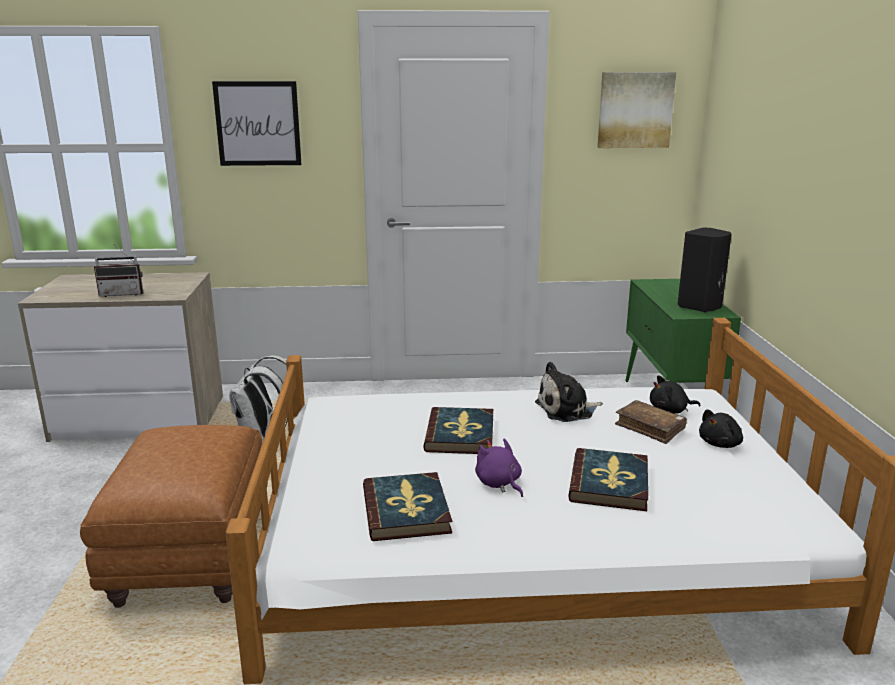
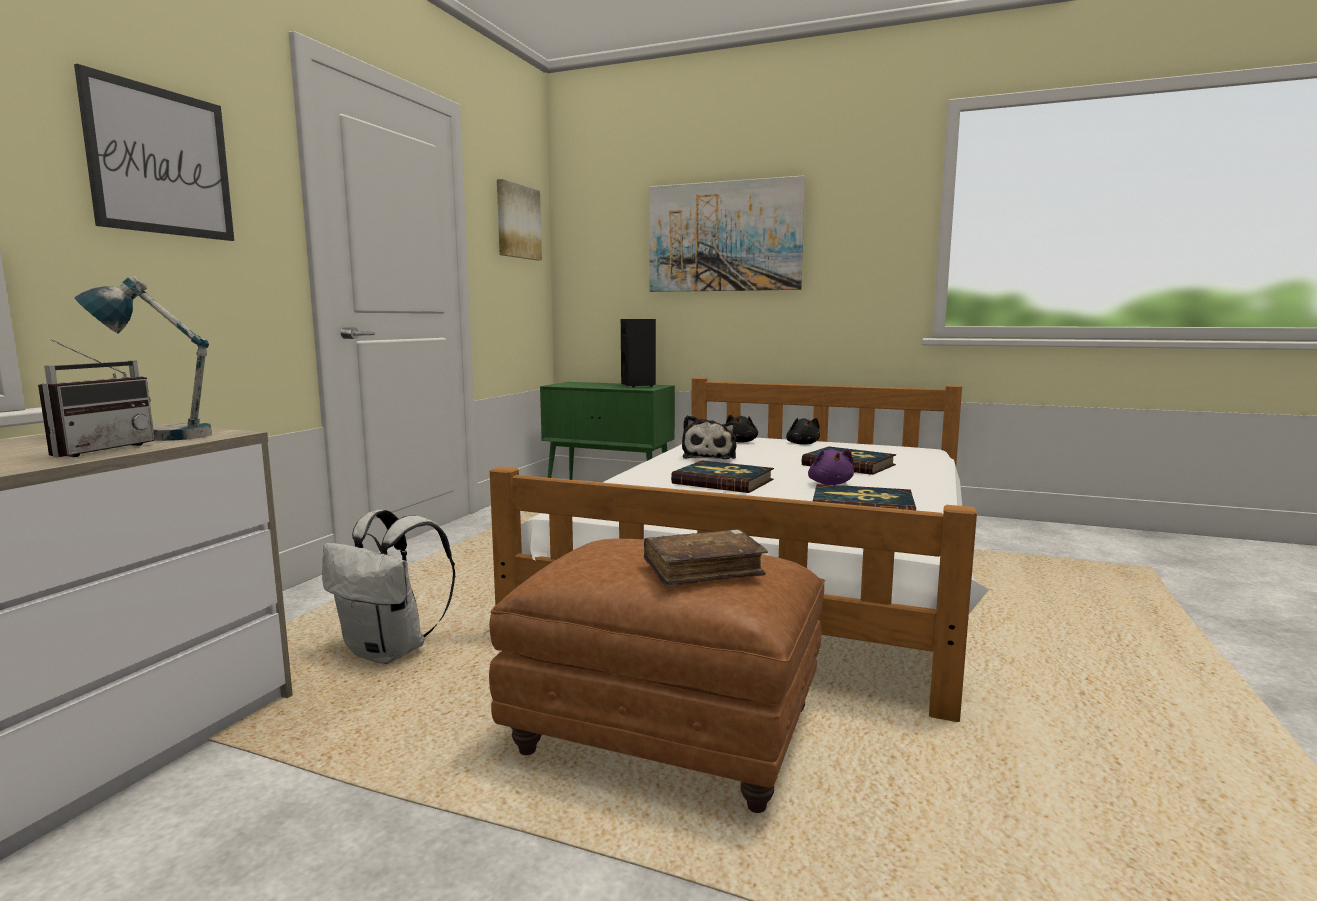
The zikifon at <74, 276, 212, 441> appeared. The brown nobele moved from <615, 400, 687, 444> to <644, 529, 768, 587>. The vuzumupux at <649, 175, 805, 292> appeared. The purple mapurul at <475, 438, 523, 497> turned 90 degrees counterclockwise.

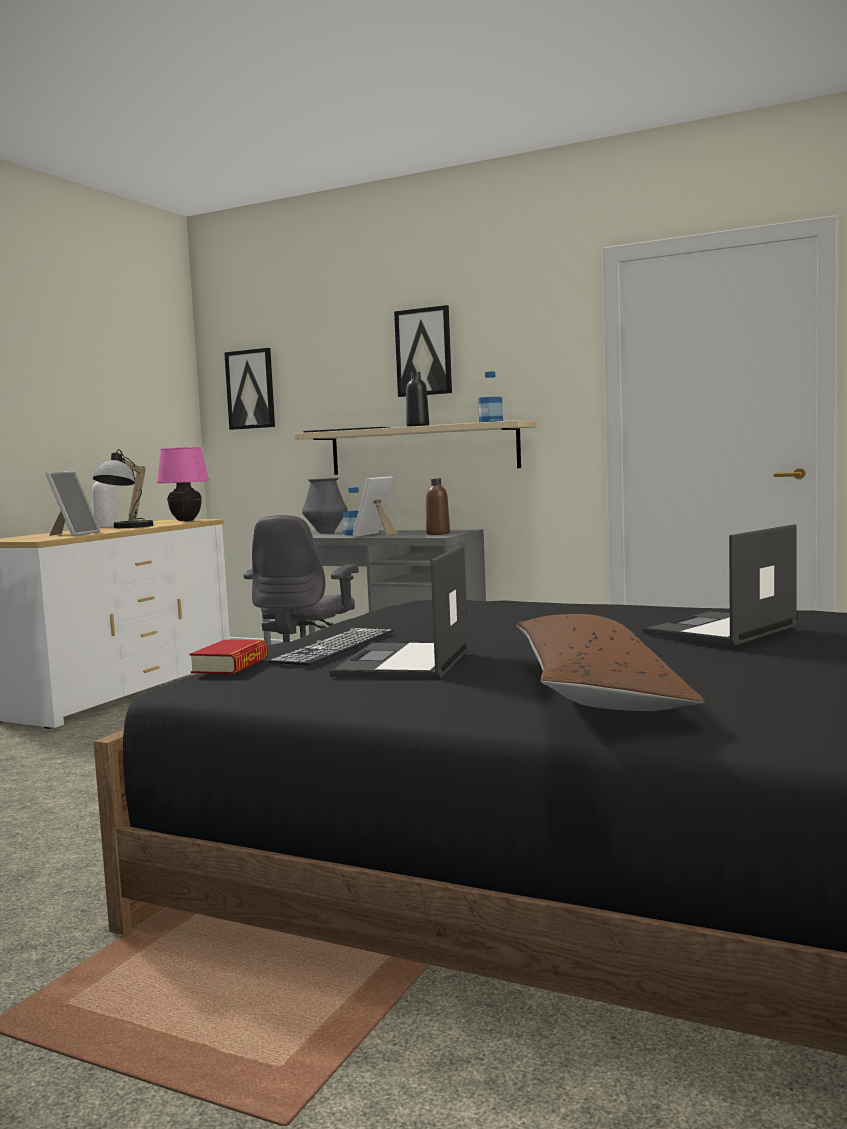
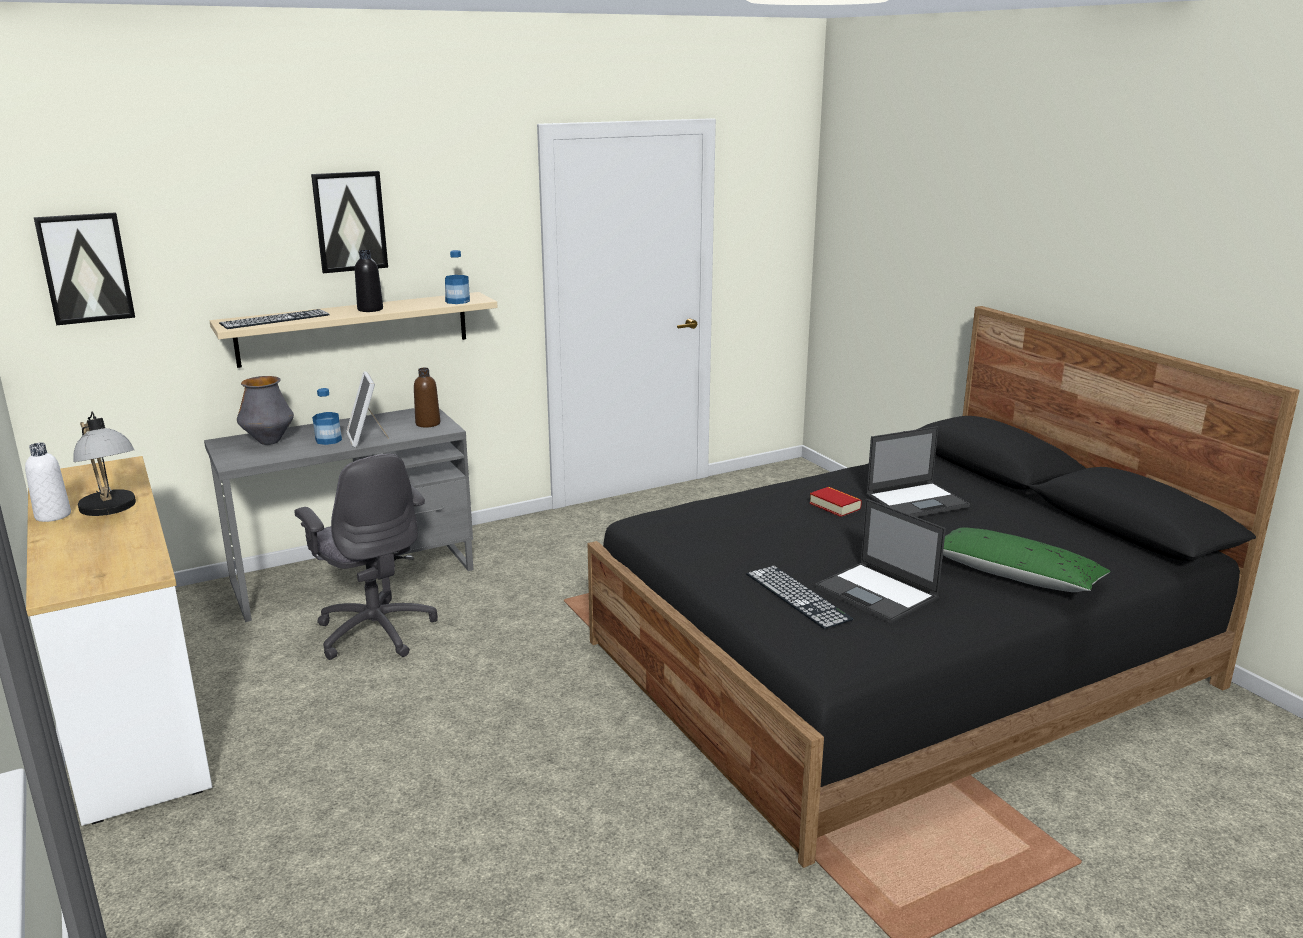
The nobele moved from <190, 640, 268, 674> to <809, 487, 862, 517>. The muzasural at <642, 524, 798, 645> turned 105 degrees counterclockwise. The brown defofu at <516, 614, 705, 711> became the green defofu at <943, 527, 1111, 592>. The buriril at <46, 471, 100, 536> disappeared. The pink zikifon at <157, 447, 209, 521> disappeared.

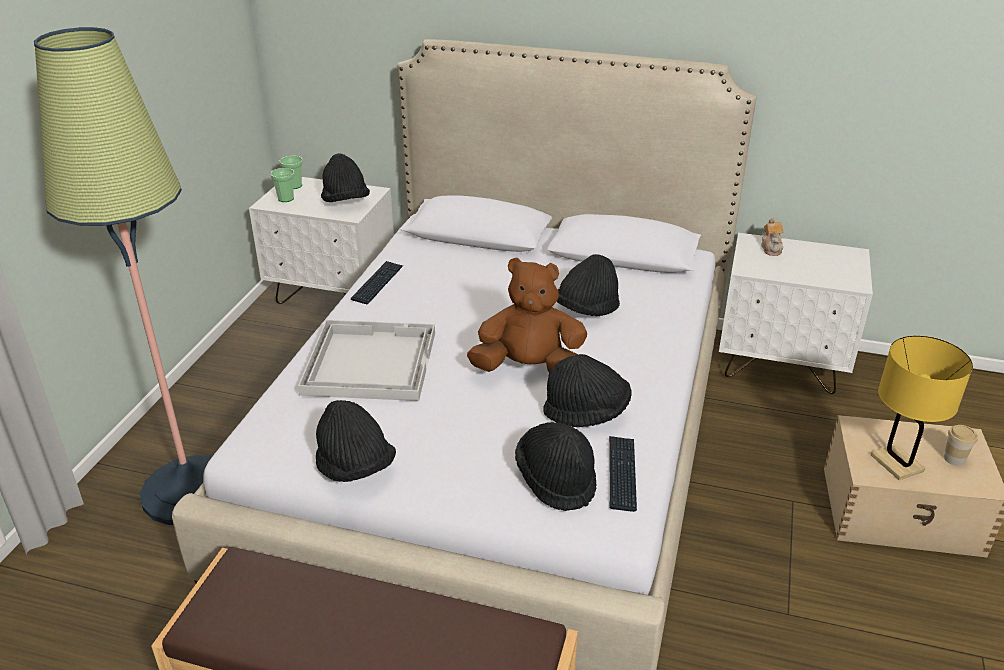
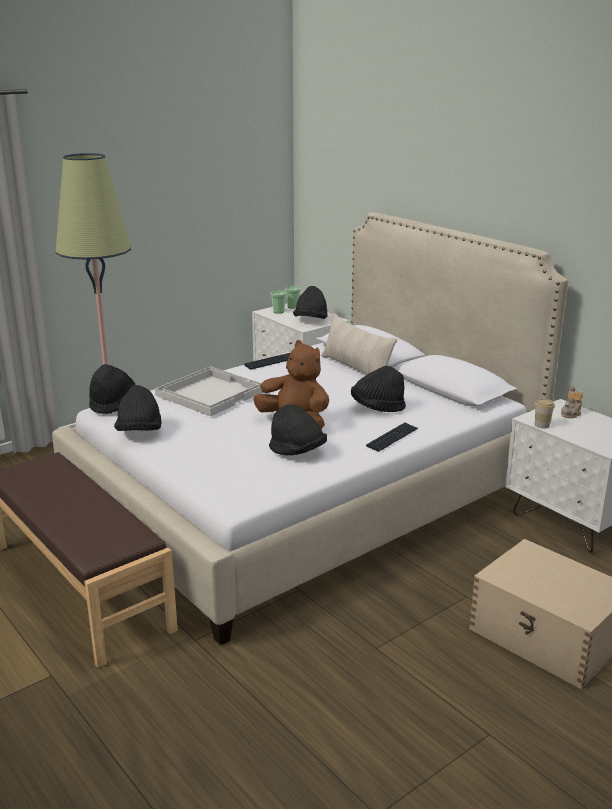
The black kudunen moved from <515, 422, 596, 511> to <89, 364, 135, 414>. The beige defofu at <321, 313, 397, 375> appeared. The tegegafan moved from <609, 436, 637, 512> to <366, 422, 418, 452>. The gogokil moved from <944, 425, 978, 466> to <535, 399, 555, 429>. The yellow zikifon at <871, 336, 973, 480> disappeared.

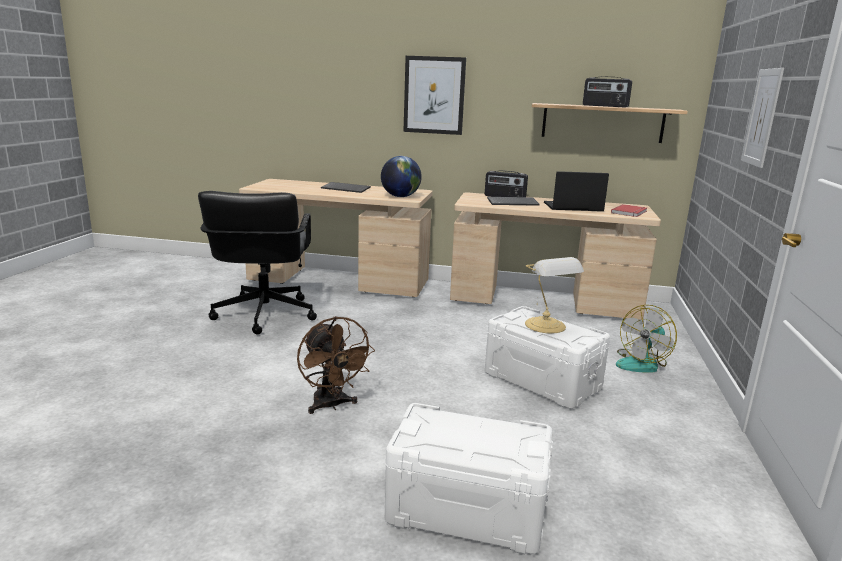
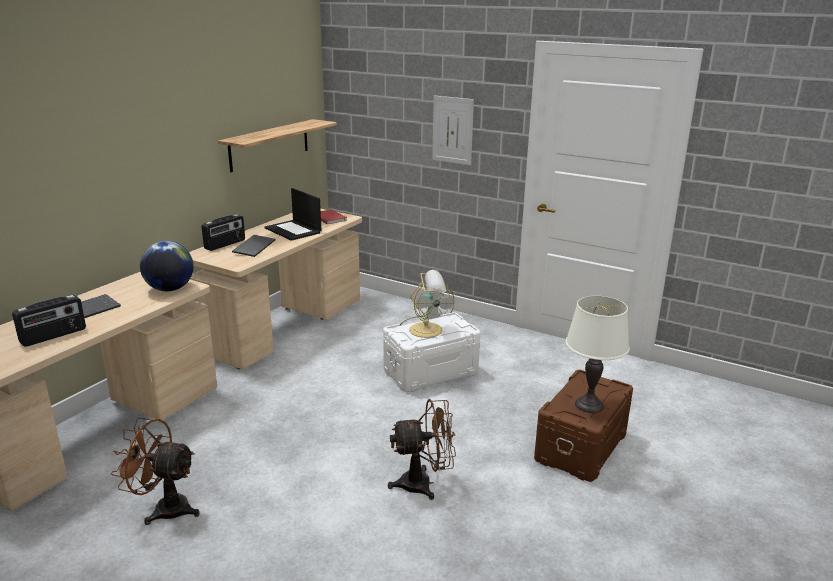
The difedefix moved from <583, 76, 632, 107> to <12, 295, 86, 347>. The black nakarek at <198, 191, 317, 334> was replaced by the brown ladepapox at <111, 418, 200, 525>. The muzasural at <544, 171, 609, 211> turned 60 degrees counterclockwise. The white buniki at <385, 403, 553, 554> became the brown buniki at <534, 370, 633, 482>. The white zikifon at <565, 296, 630, 413> appeared. The vuzumupux at <403, 56, 466, 135> disappeared.

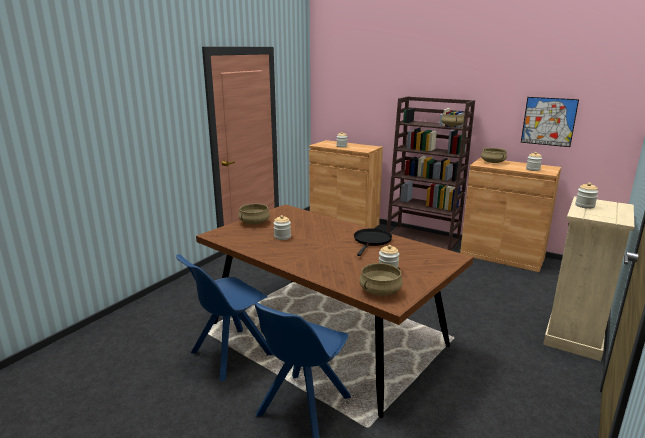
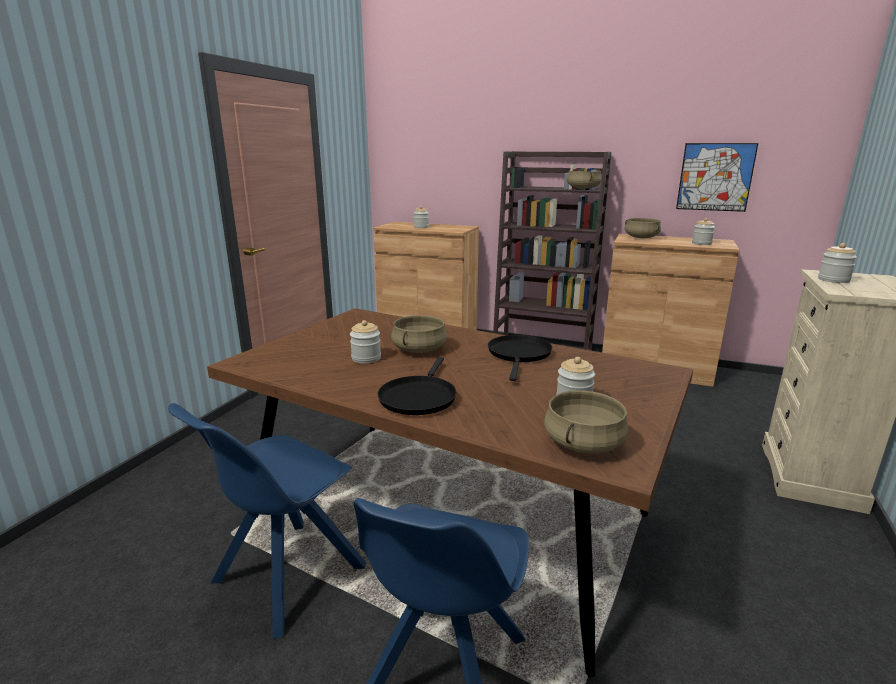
The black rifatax at <378, 357, 456, 415> appeared. The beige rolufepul moved from <238, 203, 270, 225> to <391, 315, 447, 353>.

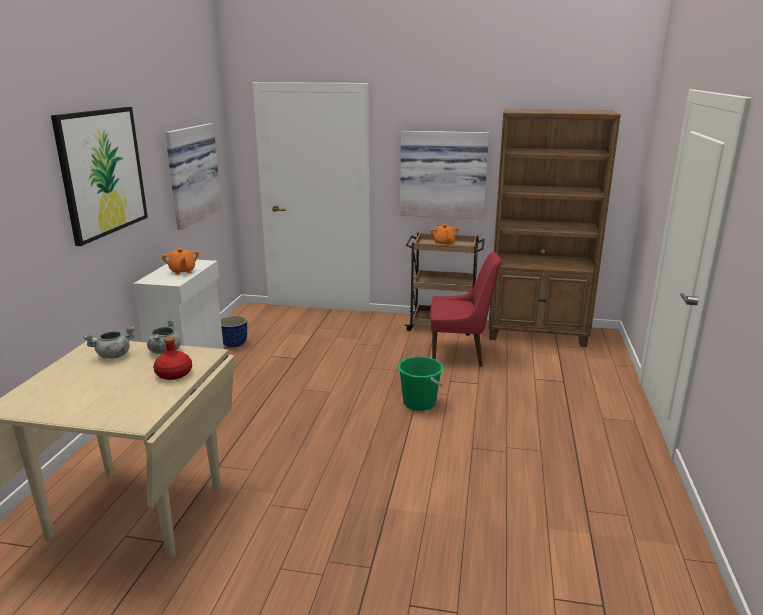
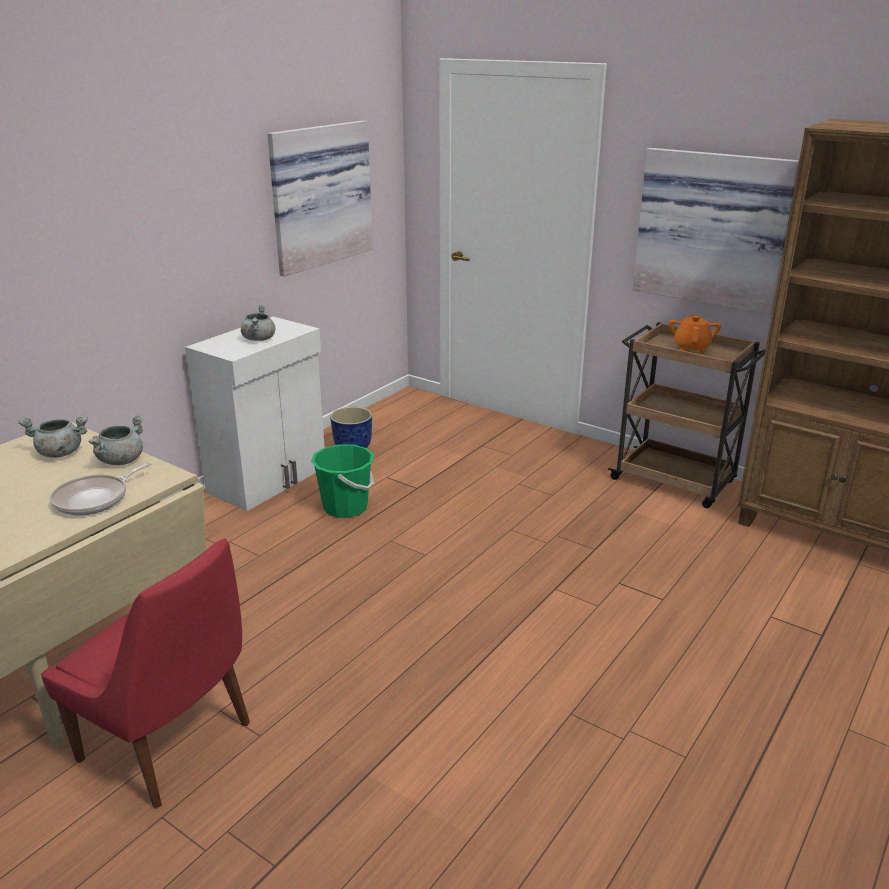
The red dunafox moved from <430, 251, 501, 367> to <41, 538, 250, 809>. The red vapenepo at <153, 337, 192, 380> was replaced by the rifatax at <50, 463, 151, 515>. The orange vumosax at <162, 248, 199, 275> was replaced by the grey rolufepul at <241, 305, 275, 341>. The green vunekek moved from <398, 357, 443, 411> to <311, 444, 374, 518>. The vuzumupux at <51, 107, 148, 246> disappeared.

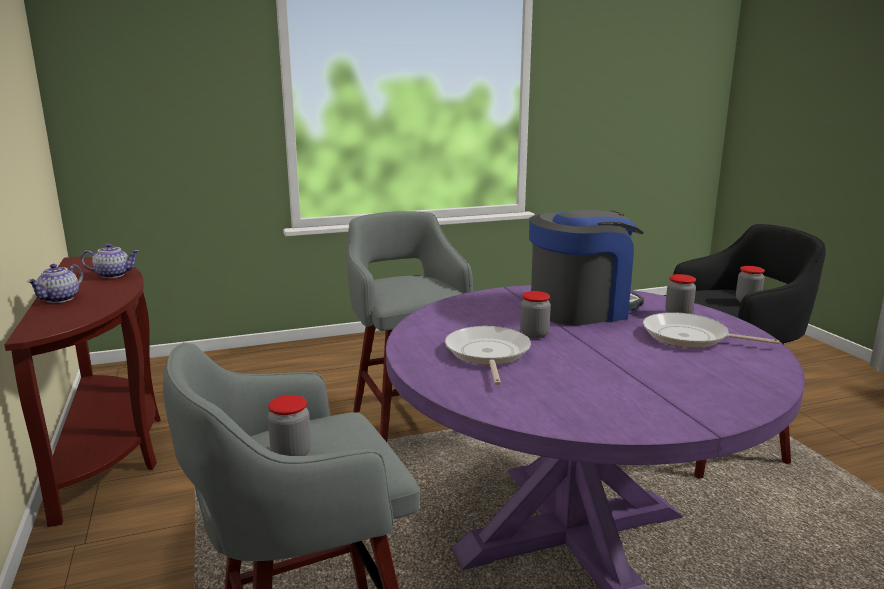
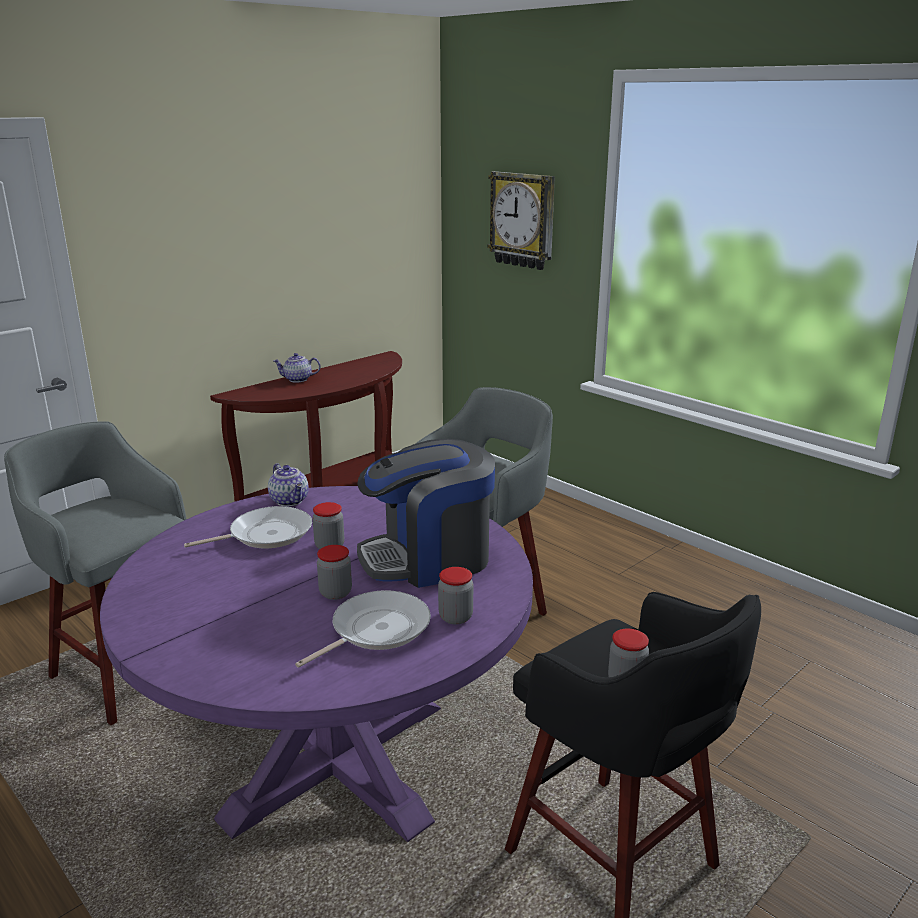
The vumosax moved from <81, 243, 139, 278> to <268, 463, 308, 507>. The rifatax at <643, 312, 780, 348> turned 45 degrees clockwise. The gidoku moved from <268, 395, 311, 456> to <317, 545, 352, 600>. The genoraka at <529, 210, 644, 325> turned 120 degrees clockwise. The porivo at <488, 171, 555, 270> appeared.

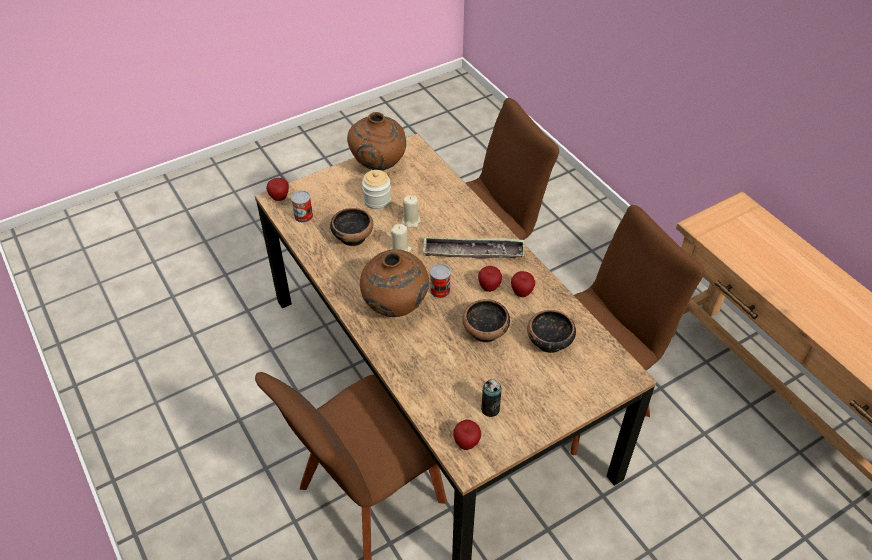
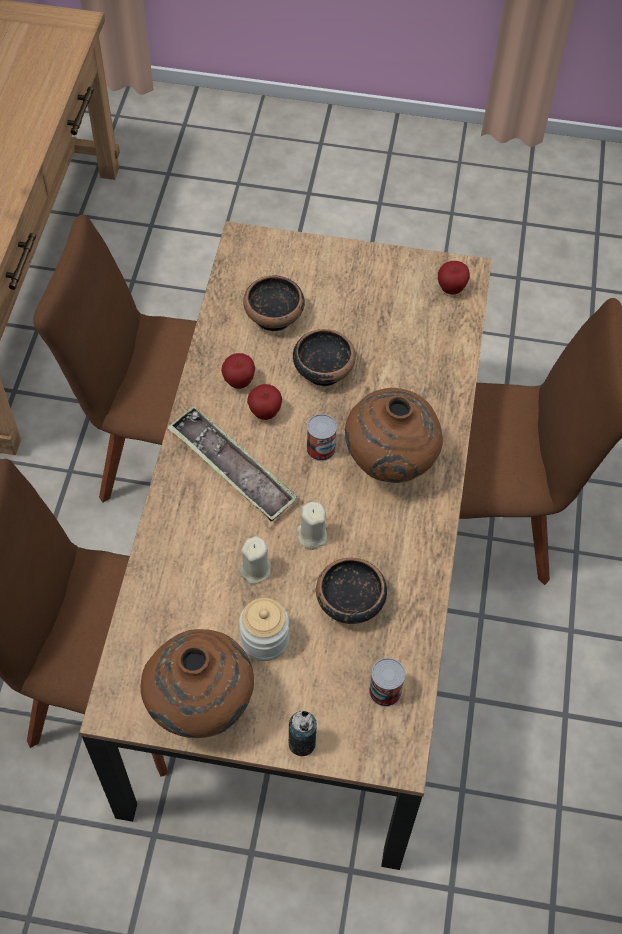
The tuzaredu moved from <481, 379, 502, 417> to <288, 711, 317, 756>. The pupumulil at <266, 178, 289, 201> disappeared.

